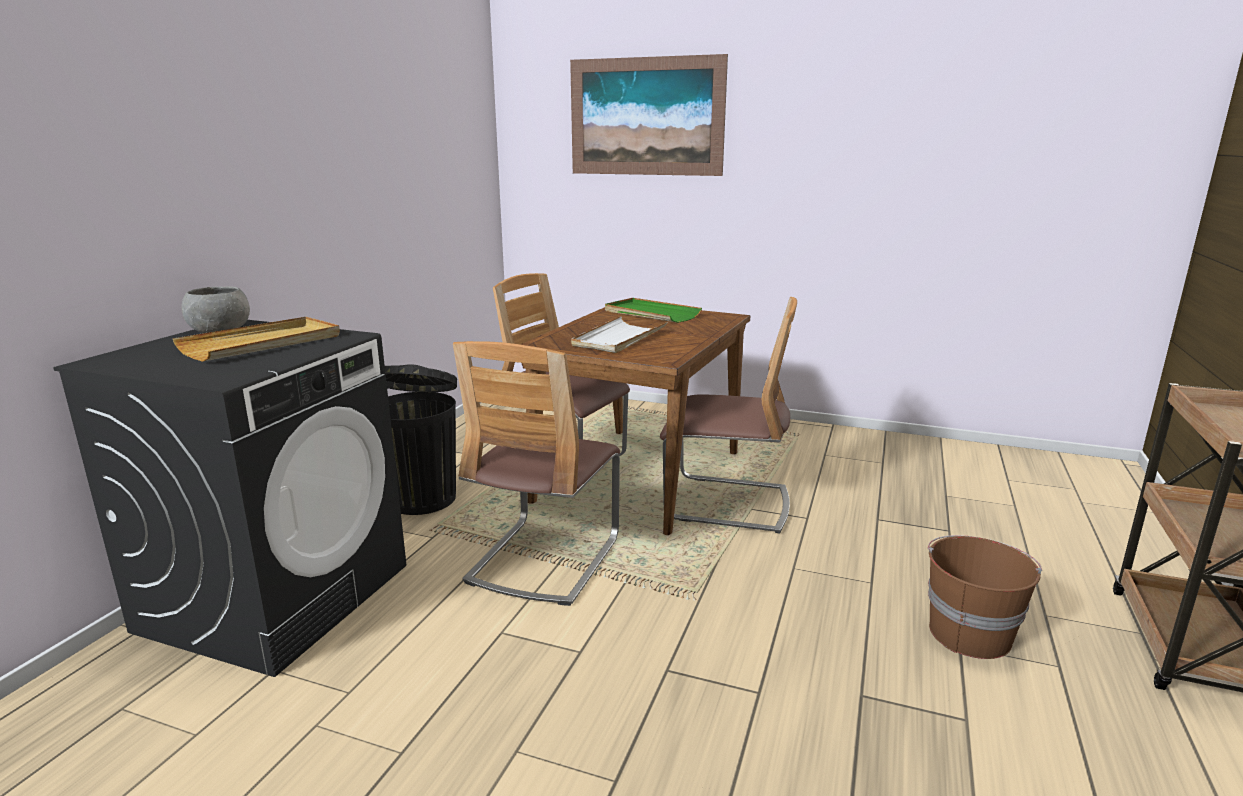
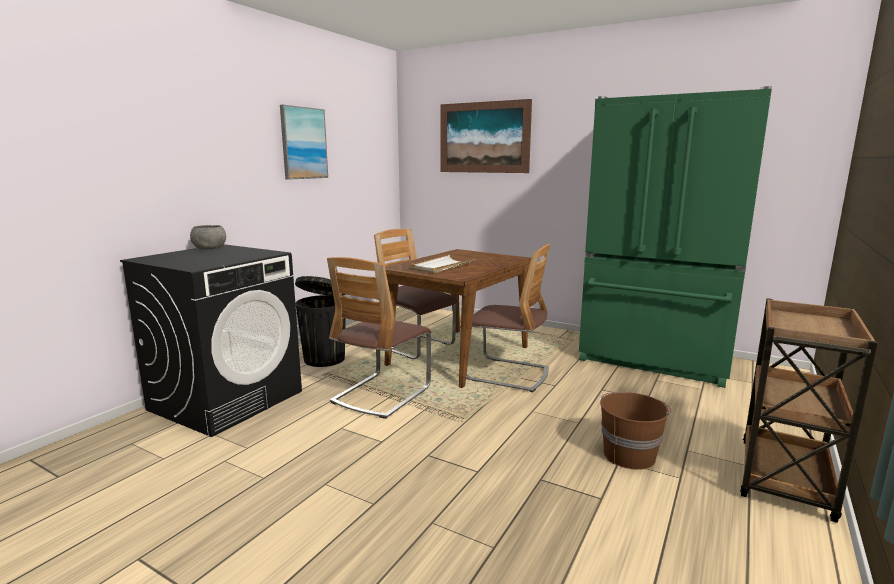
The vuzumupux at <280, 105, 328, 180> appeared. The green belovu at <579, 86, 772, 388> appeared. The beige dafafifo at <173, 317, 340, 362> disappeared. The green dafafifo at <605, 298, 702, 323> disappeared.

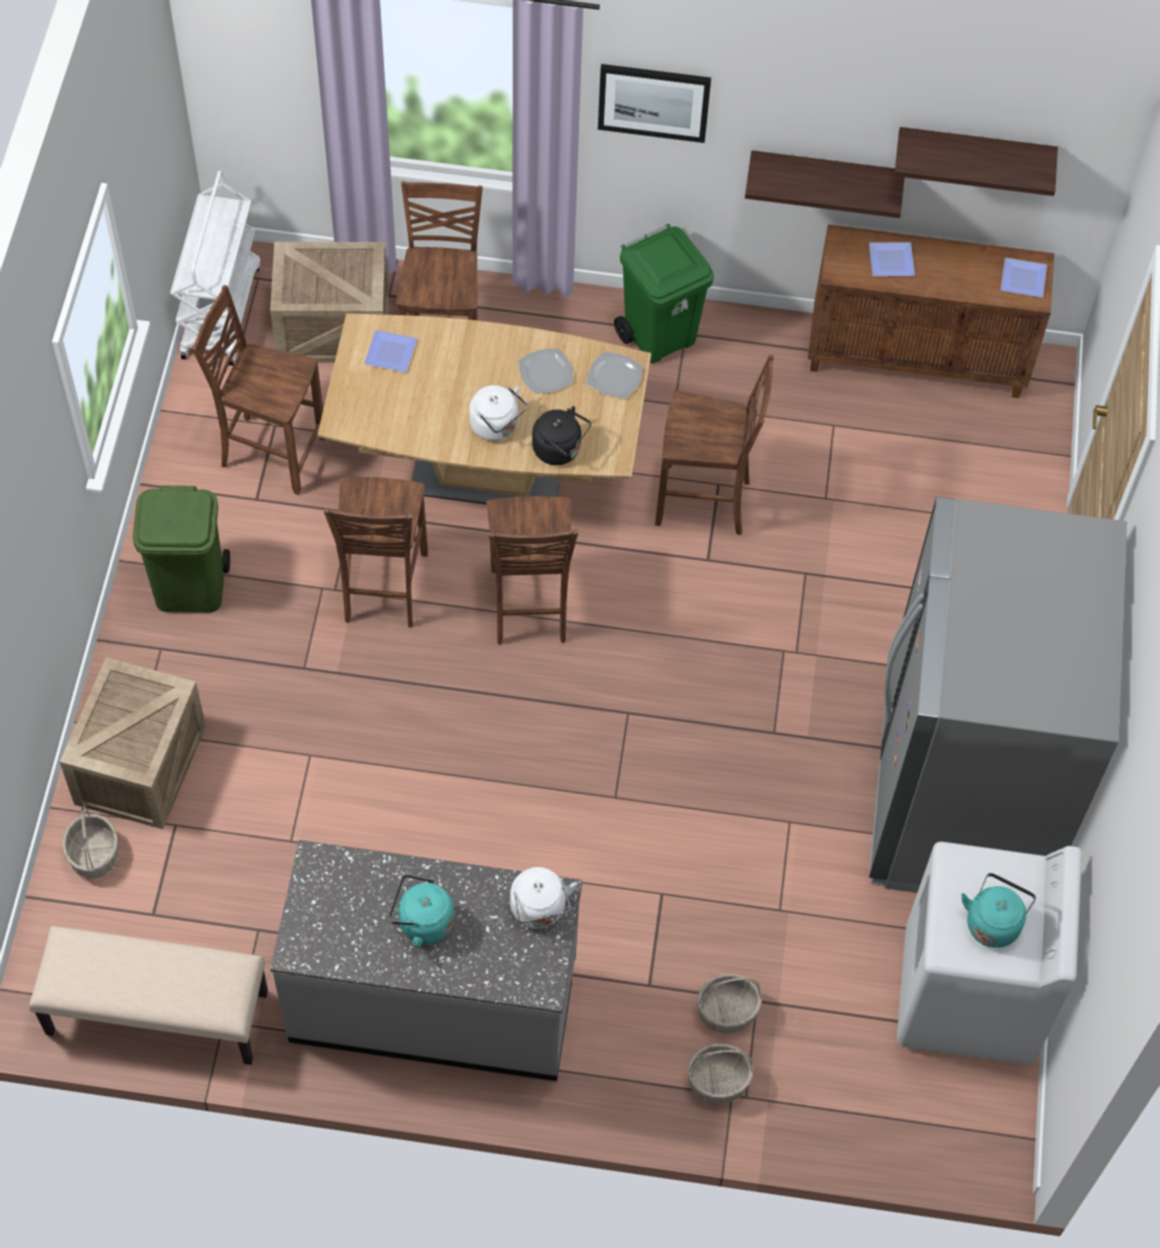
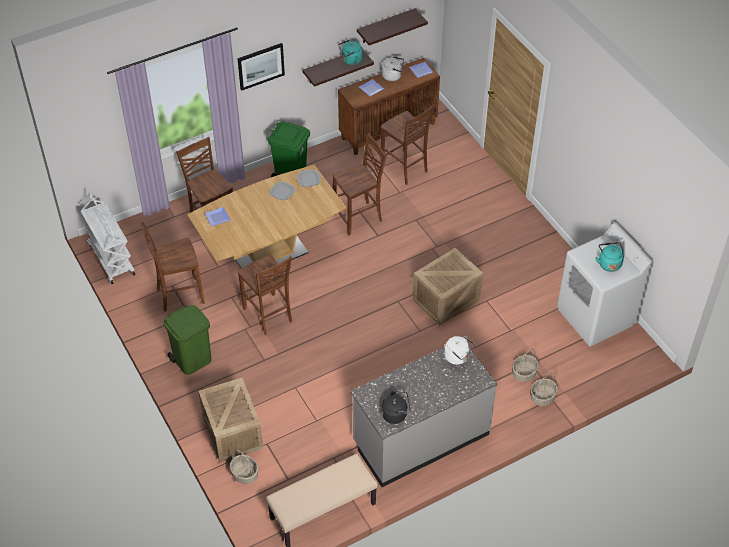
The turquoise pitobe moved from <389, 874, 454, 947> to <338, 40, 363, 65>. The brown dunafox moved from <487, 496, 578, 645> to <381, 104, 435, 185>. The white pitobe moved from <469, 385, 528, 441> to <382, 56, 404, 81>. The black pitobe moved from <532, 406, 591, 465> to <382, 391, 411, 424>. The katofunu moved from <270, 242, 389, 363> to <413, 248, 483, 326>. The grey belovu at <869, 497, 1127, 893> disappeared.

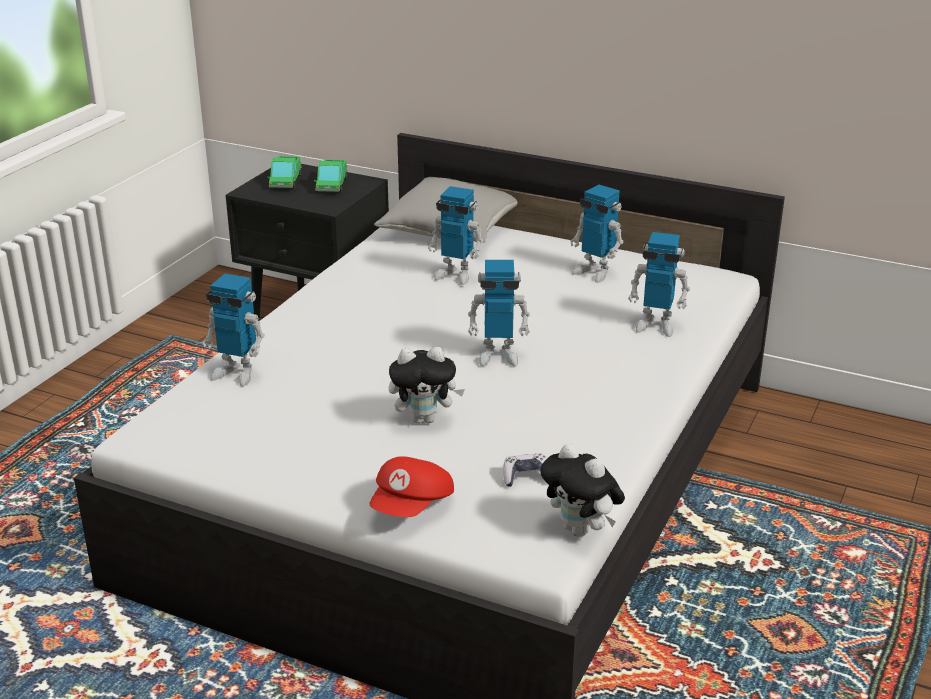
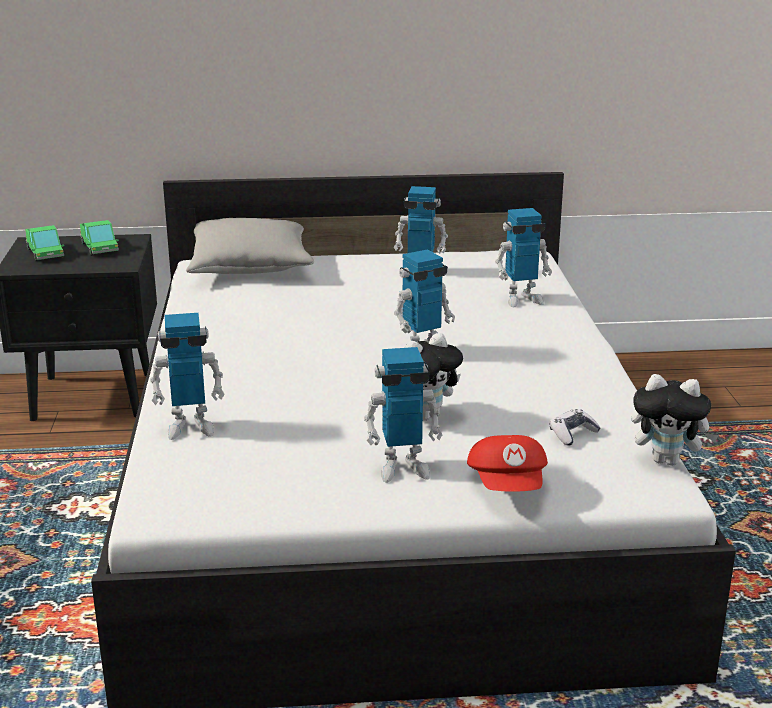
The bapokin moved from <428, 186, 484, 285> to <364, 347, 443, 483>.

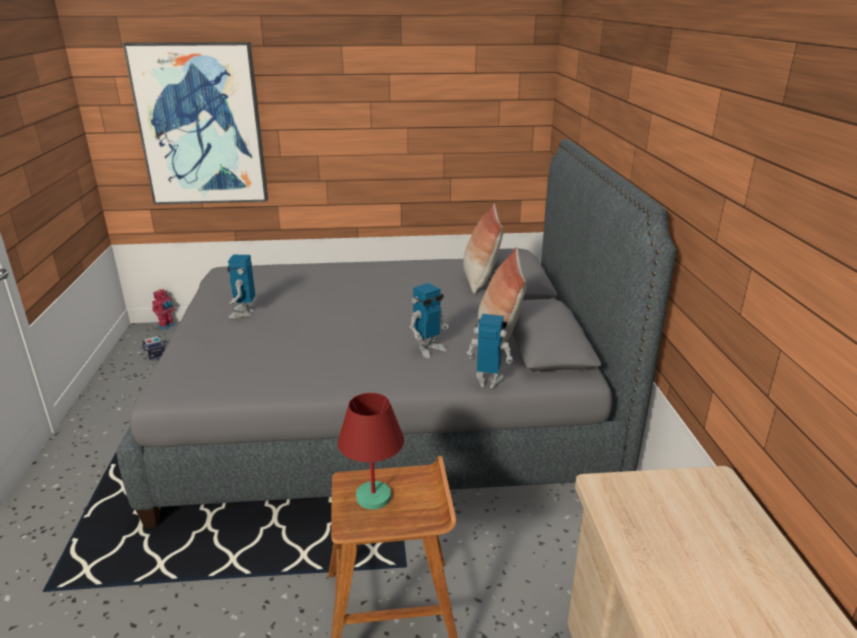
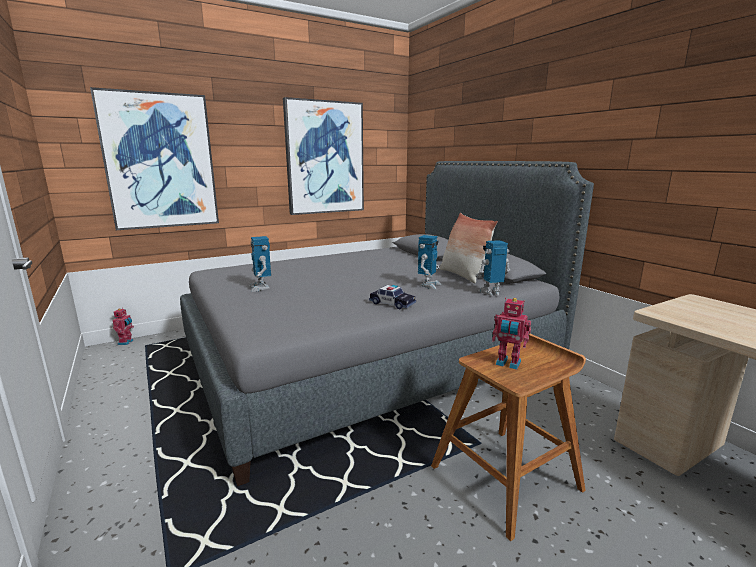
The vuzumupux at <283, 97, 364, 215> appeared. The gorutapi moved from <142, 336, 165, 361> to <369, 285, 416, 309>. The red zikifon at <338, 393, 404, 509> was replaced by the bapokin at <492, 298, 531, 370>. The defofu at <463, 203, 503, 294> disappeared.

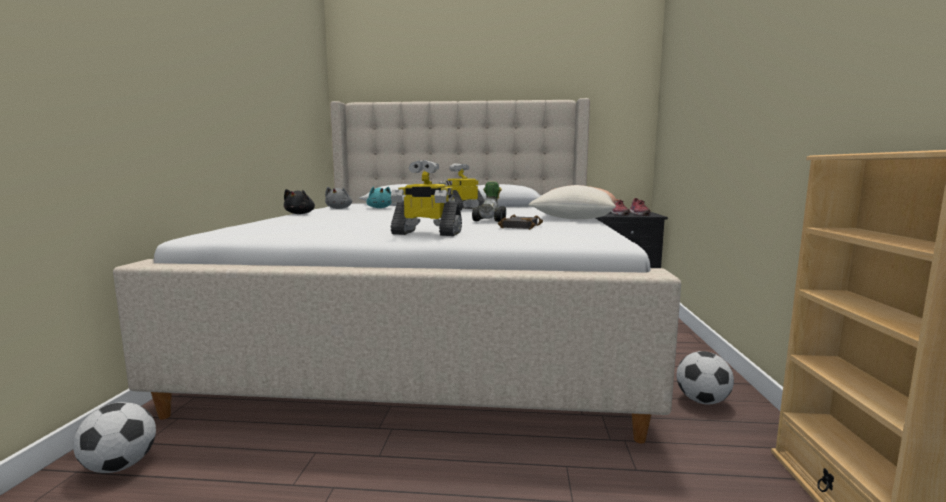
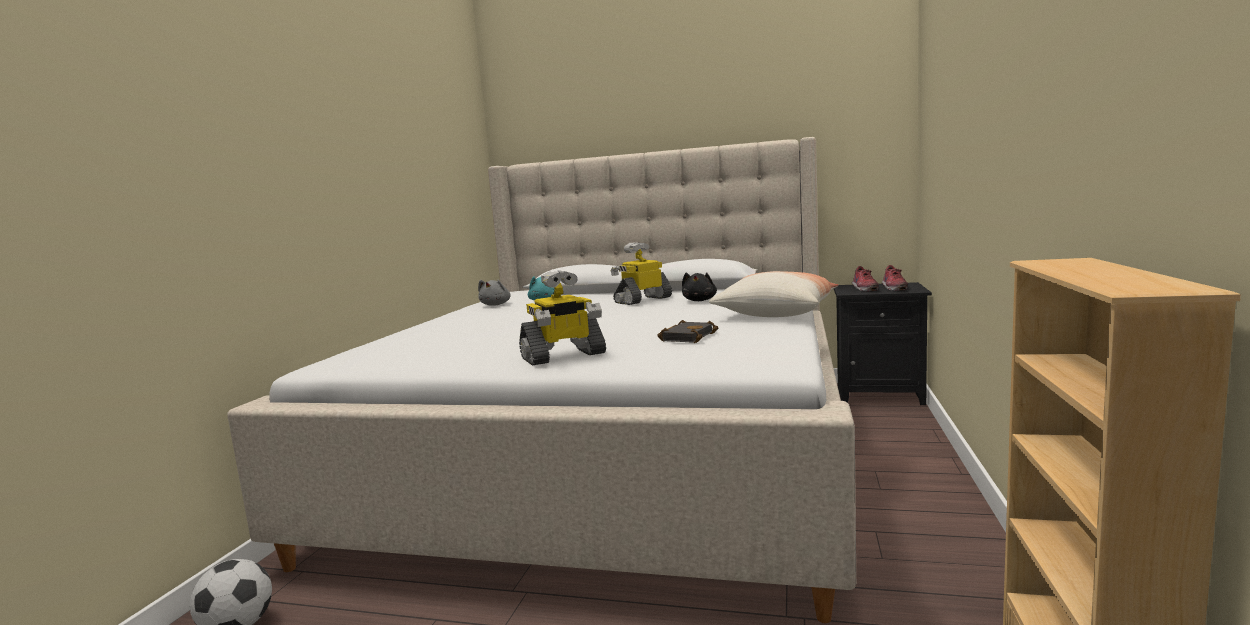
The bapokin at <391, 160, 462, 236> turned 45 degrees counterclockwise. The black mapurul moved from <284, 189, 315, 214> to <682, 273, 717, 301>. The gorutapi at <472, 182, 506, 222> disappeared. The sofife at <677, 351, 734, 405> disappeared.

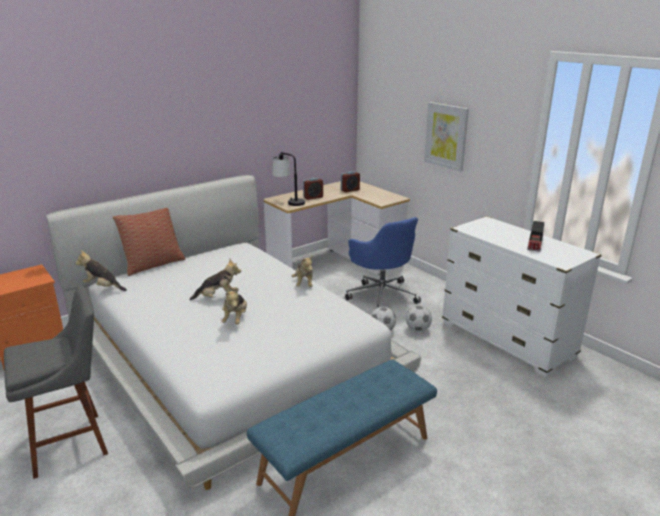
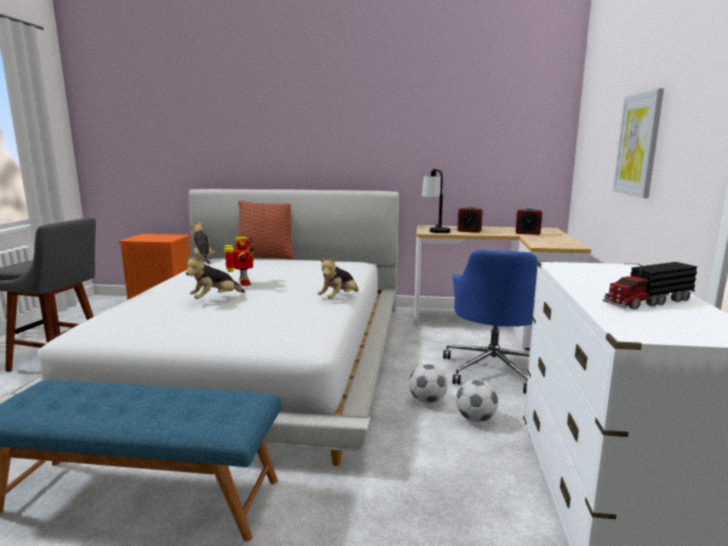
The mapurul at <190, 259, 241, 300> was replaced by the bapokin at <224, 237, 255, 286>.

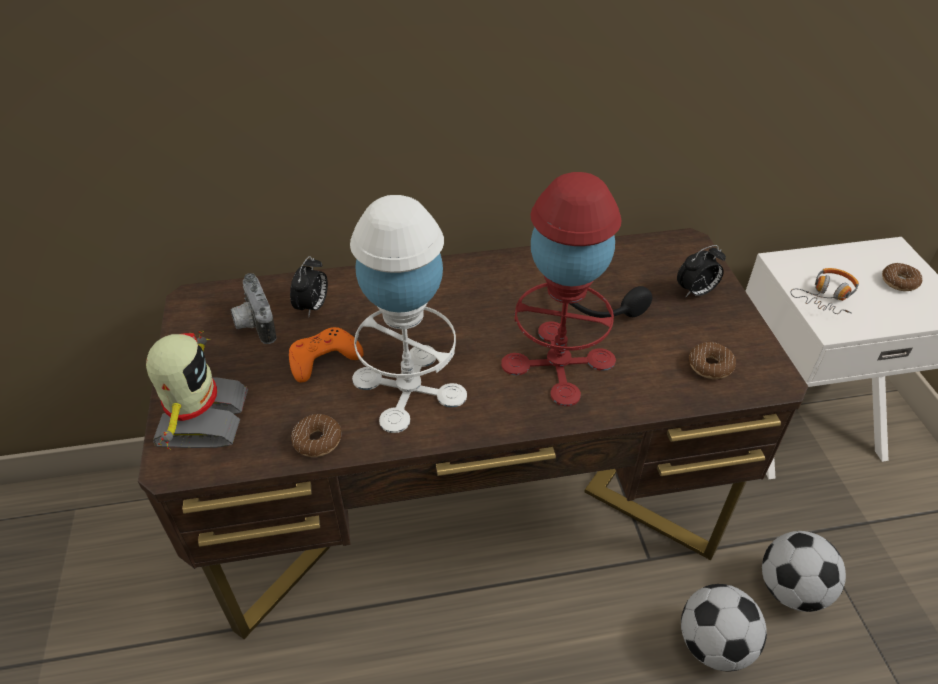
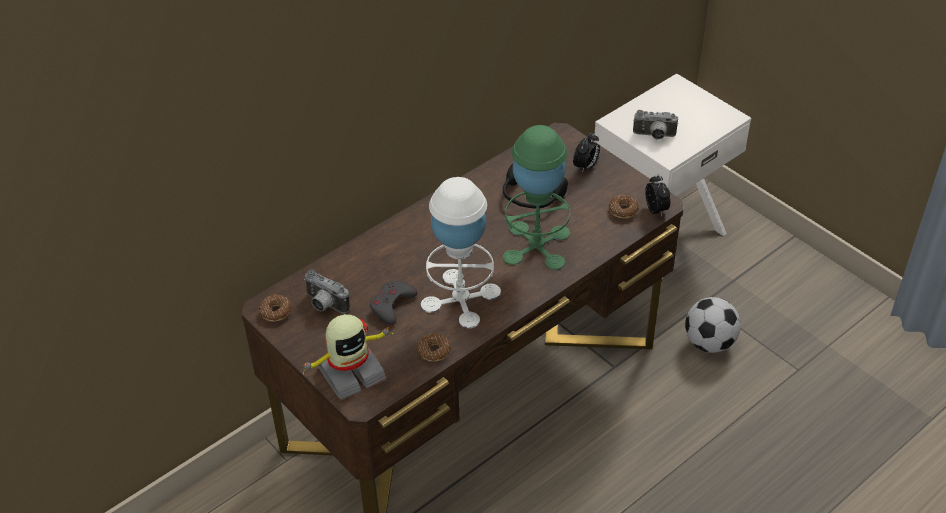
The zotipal moved from <882, 263, 922, 291> to <259, 295, 292, 322>. The bapokin at <146, 331, 248, 450> turned 90 degrees clockwise. The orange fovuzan at <289, 327, 364, 383> became the grey fovuzan at <370, 281, 417, 325>. The red zikifon at <501, 172, 622, 406> became the green zikifon at <503, 125, 570, 270>. The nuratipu at <790, 268, 859, 314> was replaced by the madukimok at <633, 110, 678, 140>. The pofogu moved from <290, 256, 328, 316> to <645, 174, 670, 216>. The sofife at <681, 584, 767, 671> disappeared.

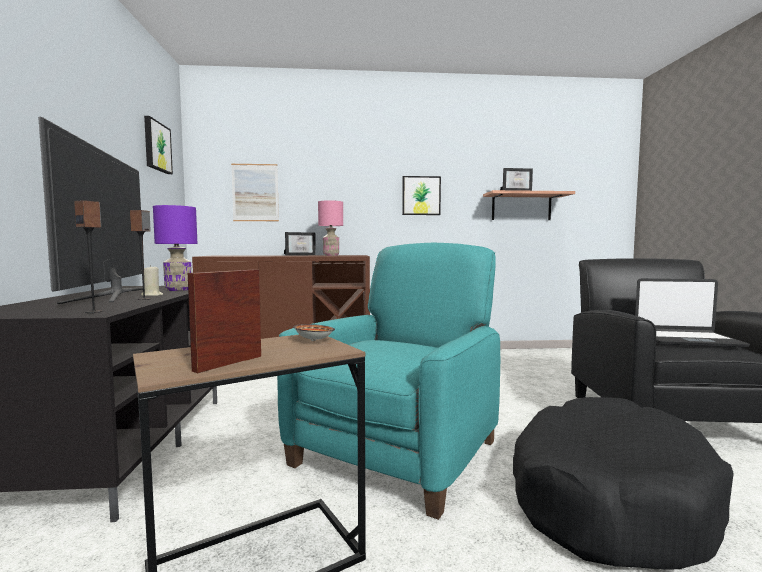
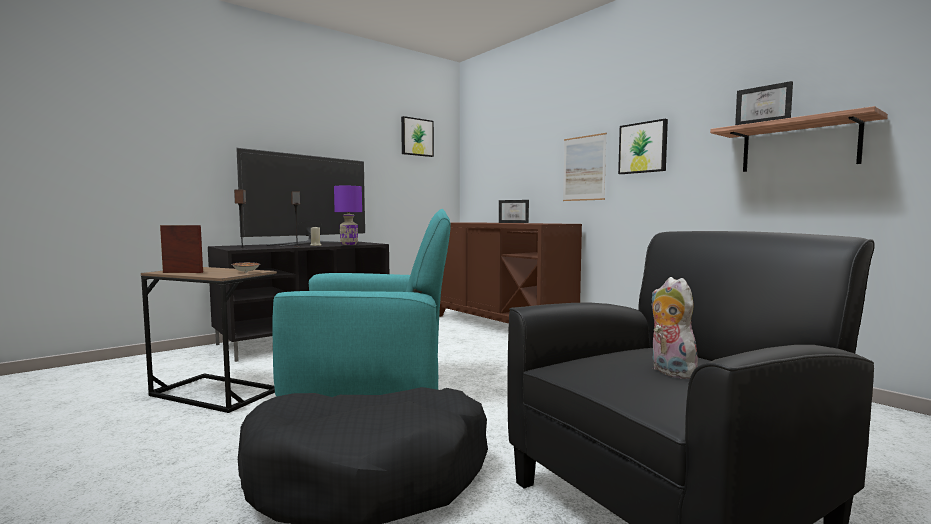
The vuzumupux moved from <231, 164, 279, 221> to <563, 133, 607, 201>. The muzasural at <635, 278, 750, 348> was replaced by the mapurul at <652, 277, 698, 379>. The pink zikifon at <318, 200, 343, 256> disappeared.

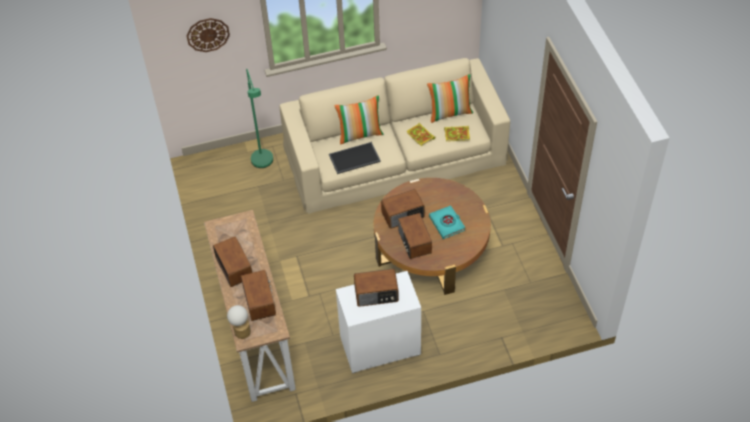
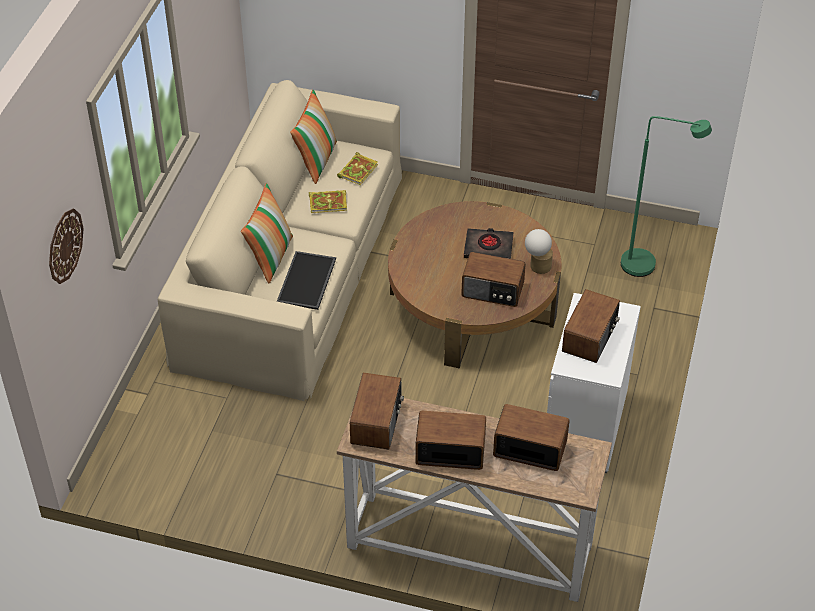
The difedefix moved from <381, 189, 425, 229> to <350, 373, 404, 450>. The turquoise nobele at <429, 205, 465, 239> became the black nobele at <464, 228, 513, 259>. The zikifon moved from <227, 305, 251, 339> to <525, 229, 553, 274>. The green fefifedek moved from <246, 69, 273, 168> to <621, 116, 712, 277>.

